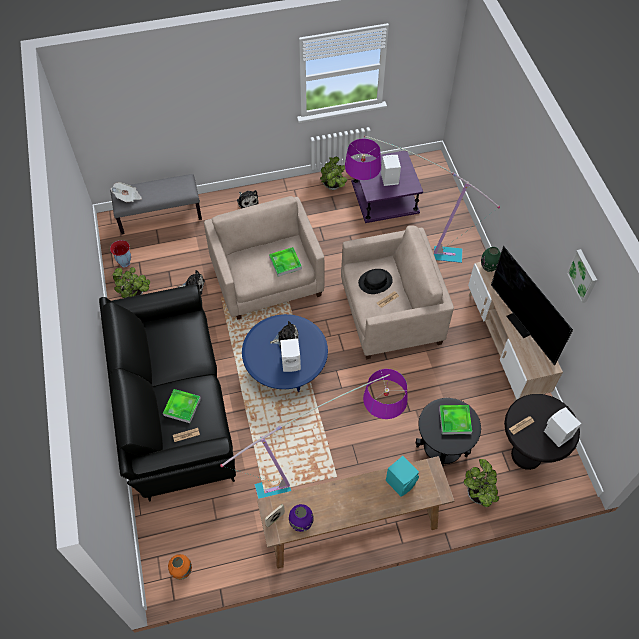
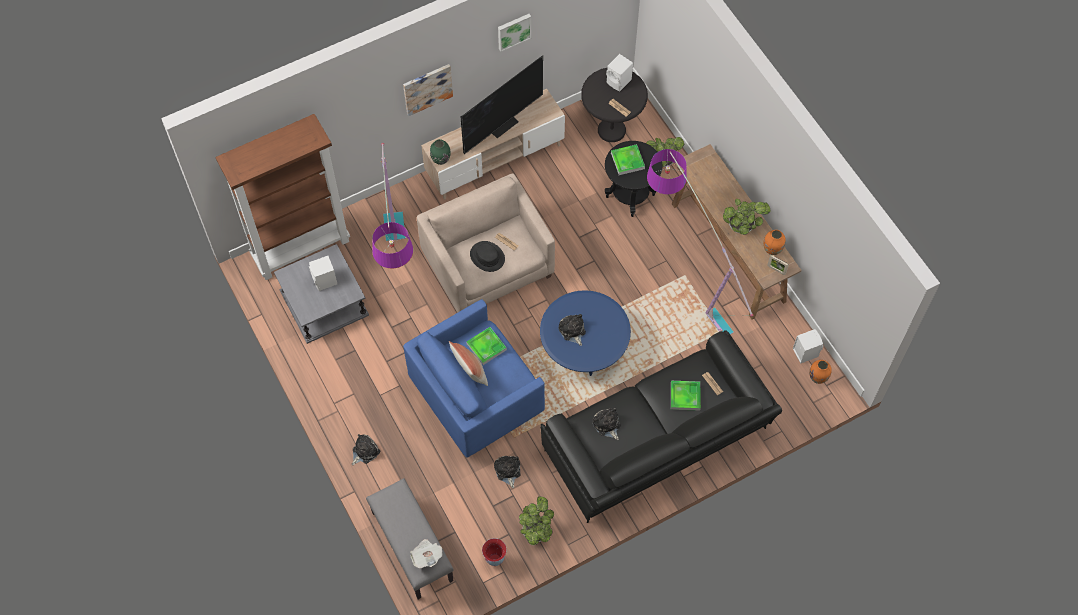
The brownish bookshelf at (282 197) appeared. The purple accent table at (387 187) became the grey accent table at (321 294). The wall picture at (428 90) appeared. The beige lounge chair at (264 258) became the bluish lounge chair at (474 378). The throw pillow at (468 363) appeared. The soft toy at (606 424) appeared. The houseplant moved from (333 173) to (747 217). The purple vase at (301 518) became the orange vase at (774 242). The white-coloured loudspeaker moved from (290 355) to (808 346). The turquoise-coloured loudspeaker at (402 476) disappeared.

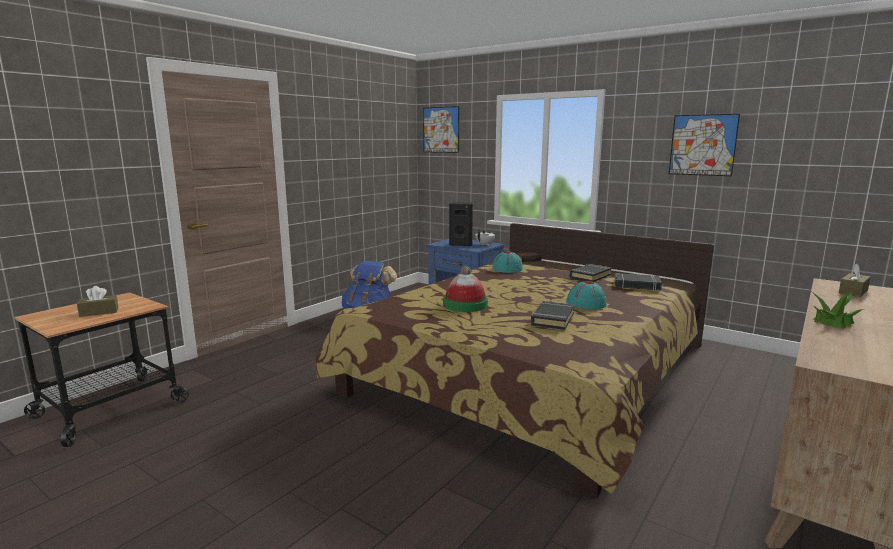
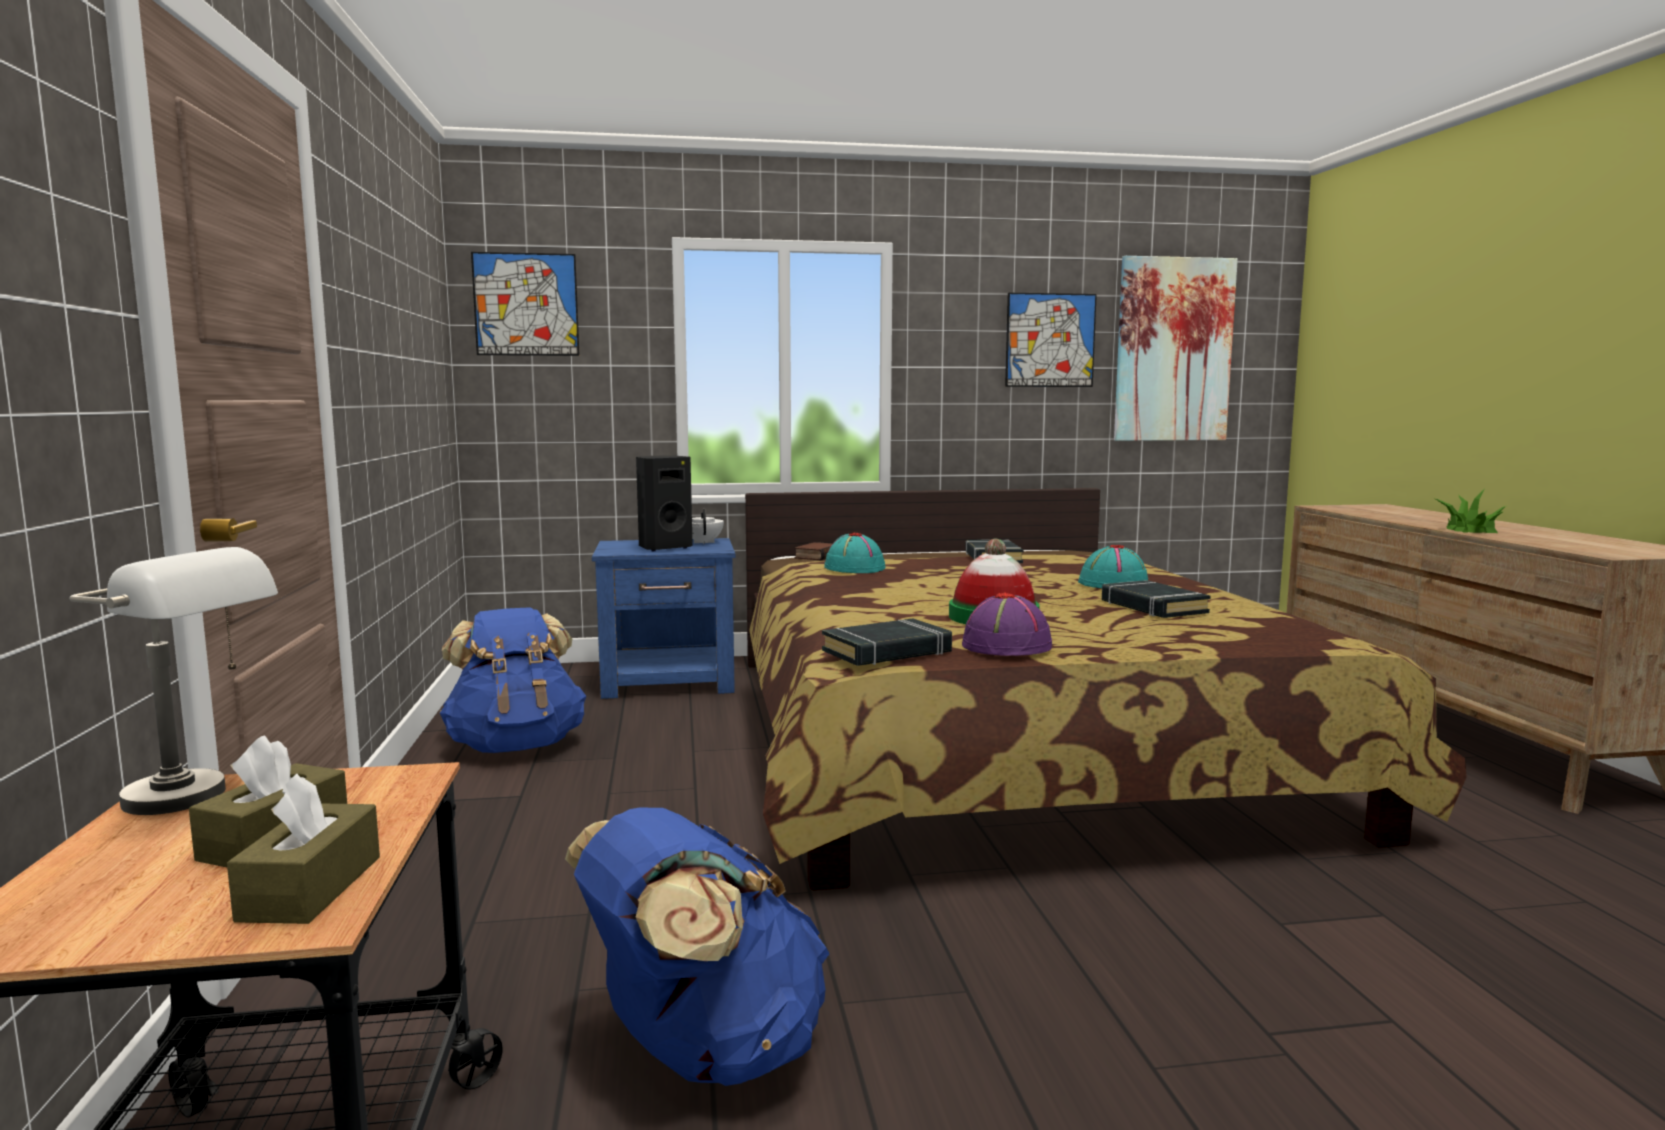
The grey tabletop lamp at (173 681) appeared. The brownish tissue box moved from (855 280) to (303 849). The bluish knapsack at (697 947) appeared. The black bound book moved from (638 281) to (887 642). The purple wearable hat at (1007 624) appeared. The wall picture at (1176 348) appeared.

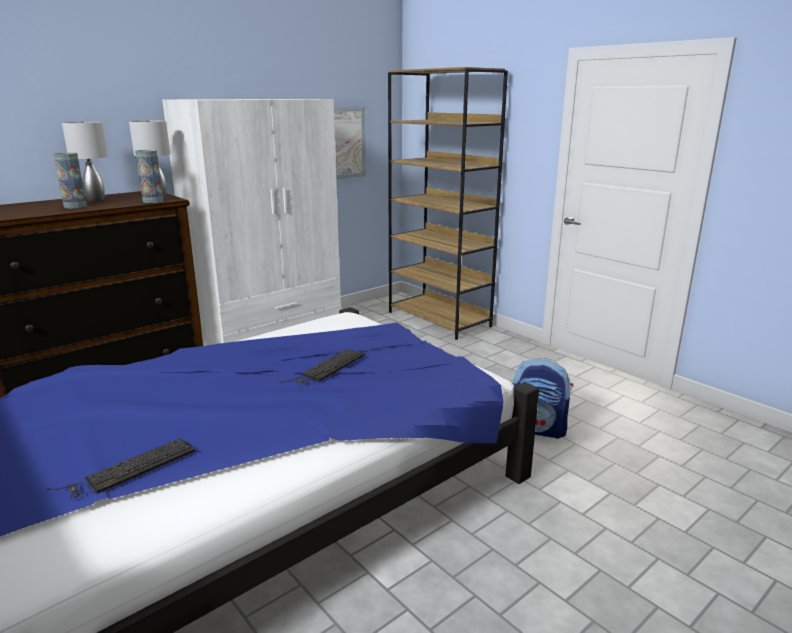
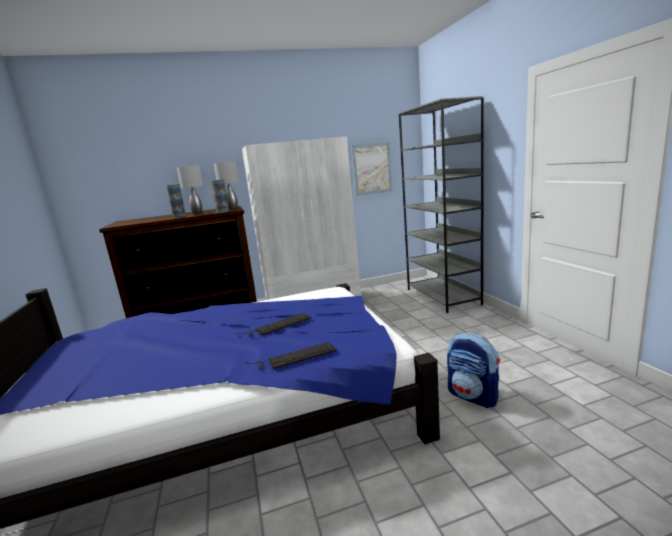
The keyboard moved from (119 468) to (291 356). The brownish bookshelf at (448 203) became the grey bookshelf at (441 204).

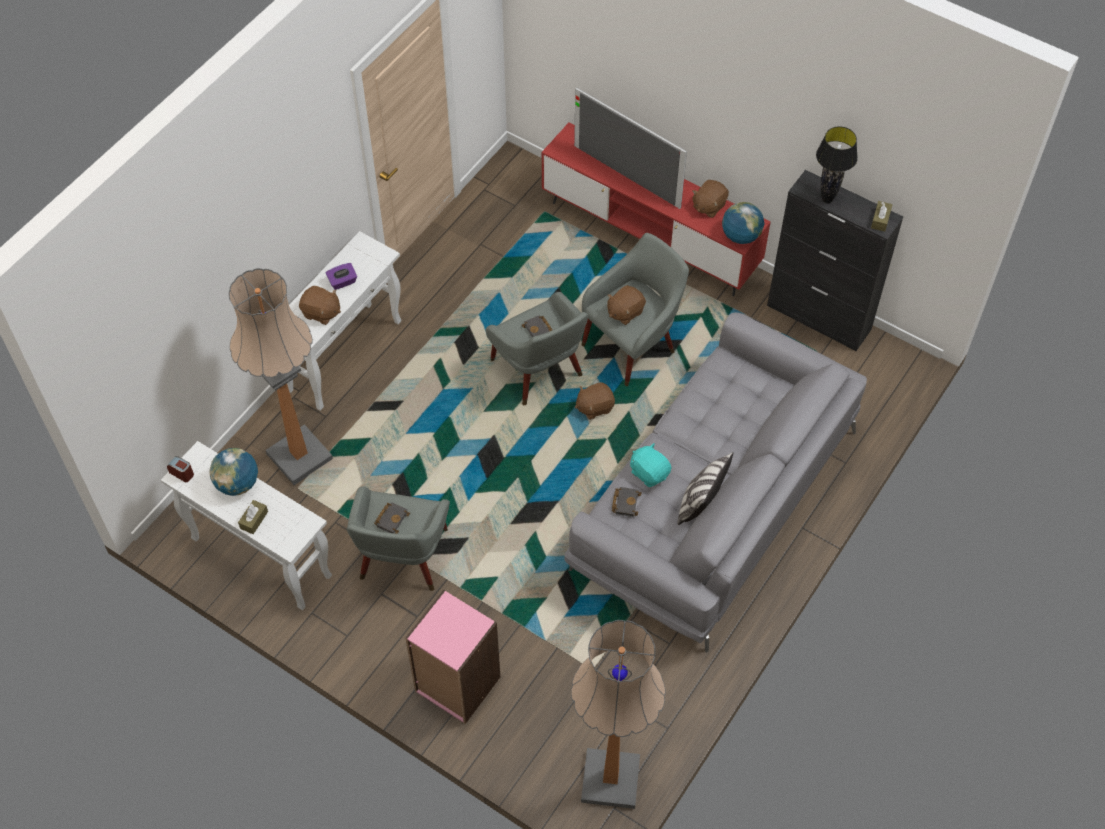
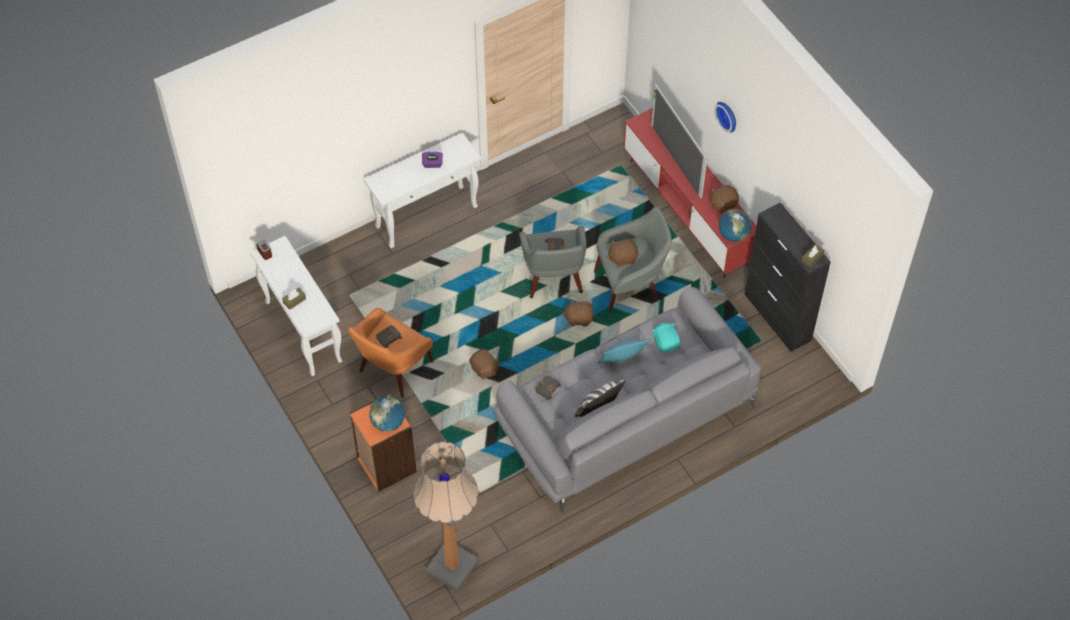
The grey lounge chair at (398 539) became the orange lounge chair at (390 353). The pink-coloured bookshelf at (452 657) became the orange bookshelf at (383 442). The world globe moved from (233 472) to (387 414). The brownish soft toy moved from (320 305) to (484 364). The turquoise-coloured throw pillow at (623 351) appeared. The turquoise-coloured soft toy moved from (651 465) to (666 337). The clock on the wall at (725 117) appeared. The standing lamp at (281 376) disappeared. The black tabletop lamp at (837 164) disappeared.

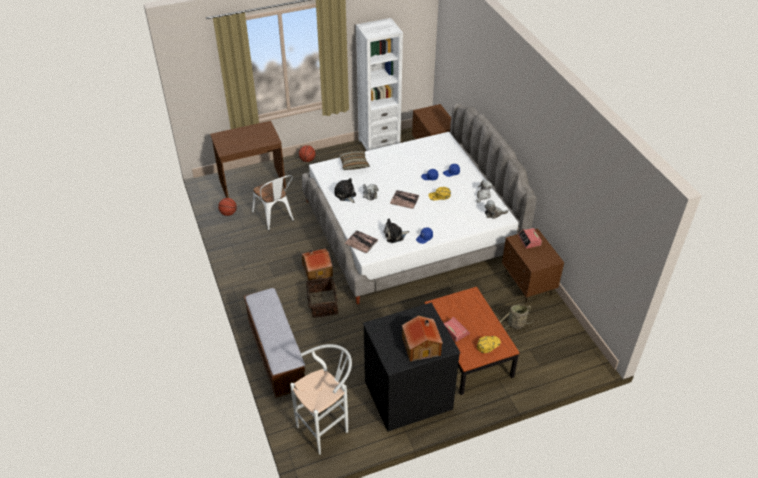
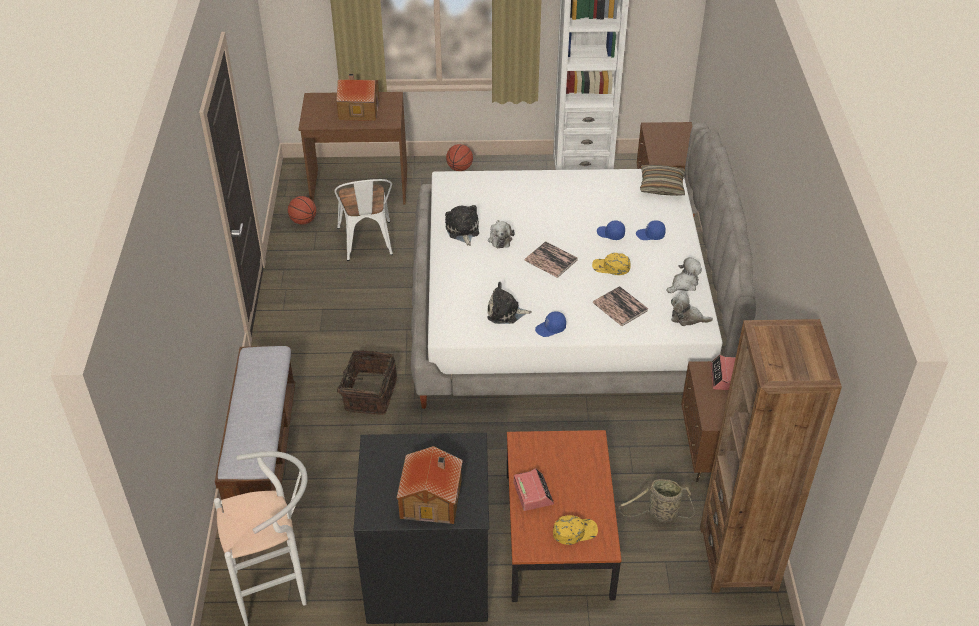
The toy house moved from (317 264) to (357 97). The bound book moved from (361 242) to (620 306). The throw pillow moved from (354 160) to (662 180). The brownish bookshelf at (771 456) appeared.

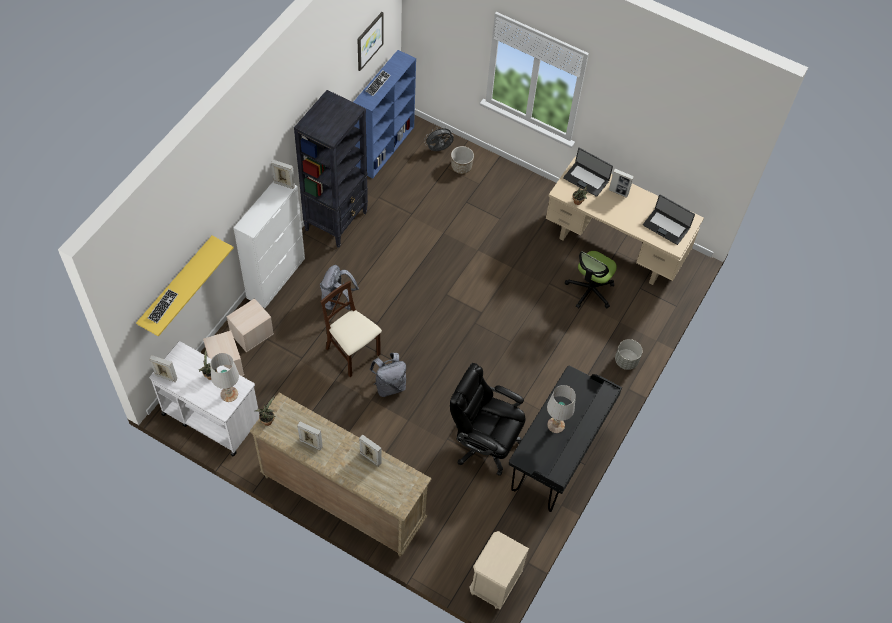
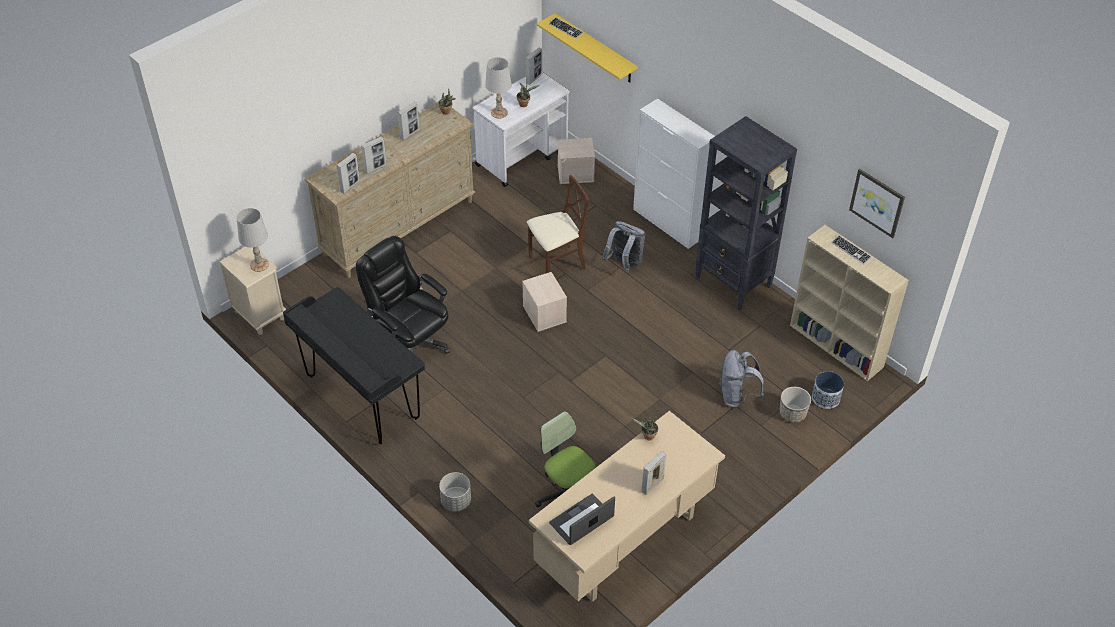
The white-coloured tabletop lamp moved from (561 409) to (253 240). The standing frame moved from (283 174) to (348 173). The black office chair at (488 419) turned 90 degrees counterclockwise. The beige storage container moved from (250 325) to (544 302). The grey knapsack moved from (387 375) to (741 379). The bluish bookshelf at (384 114) became the beige bookshelf at (849 303). The grey electric fan at (439 138) was replaced by the planter at (828 390). The notebook computer at (588 172) disappeared.

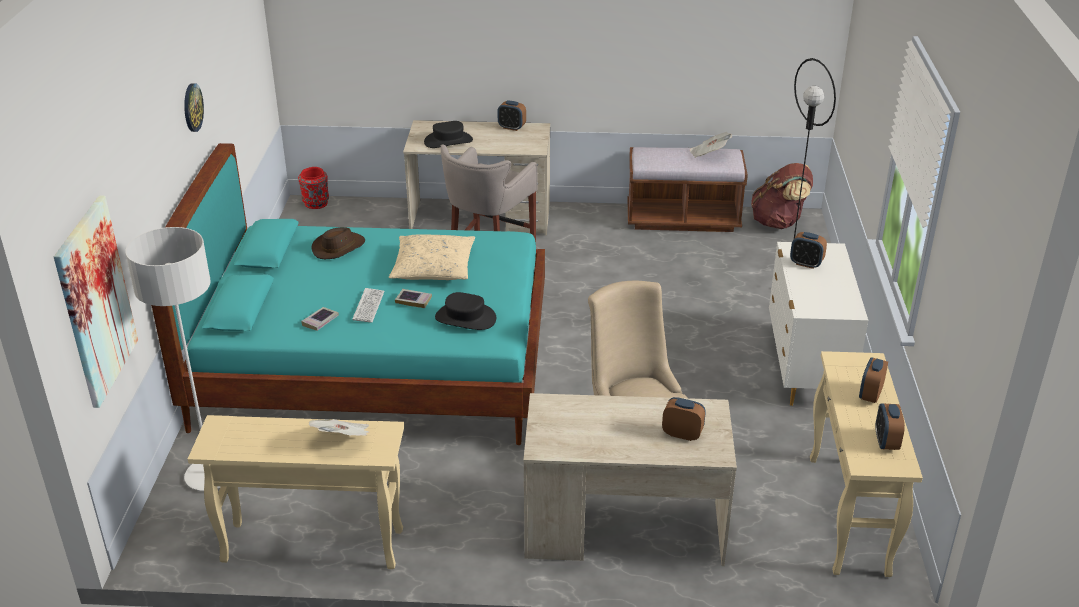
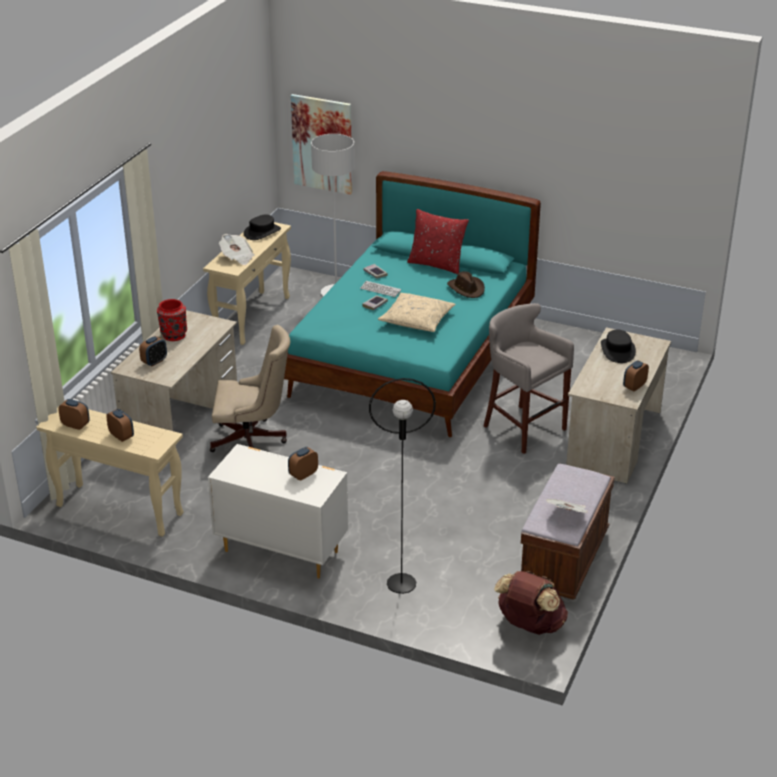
The red vase moved from (313 188) to (172 320). The black wearable hat moved from (465 311) to (262 227). The red throw pillow at (438 242) appeared. The clock on the wall at (194 107) disappeared.

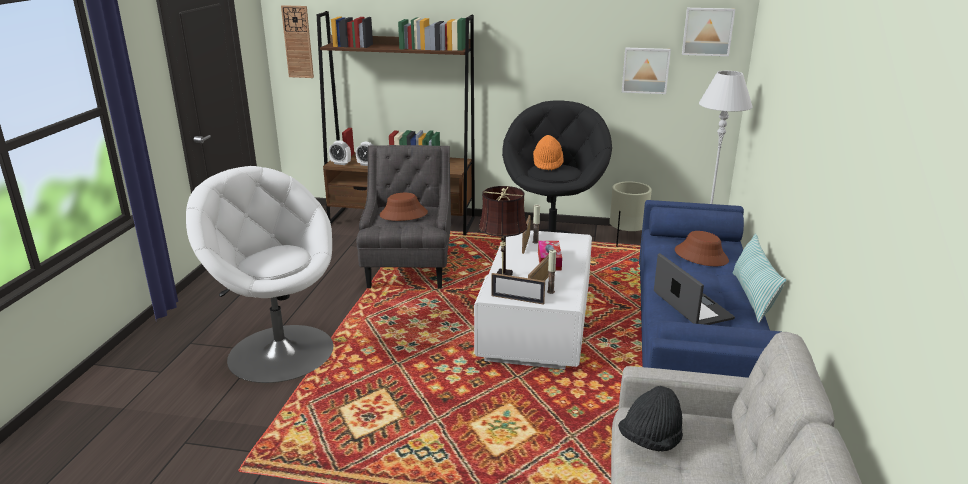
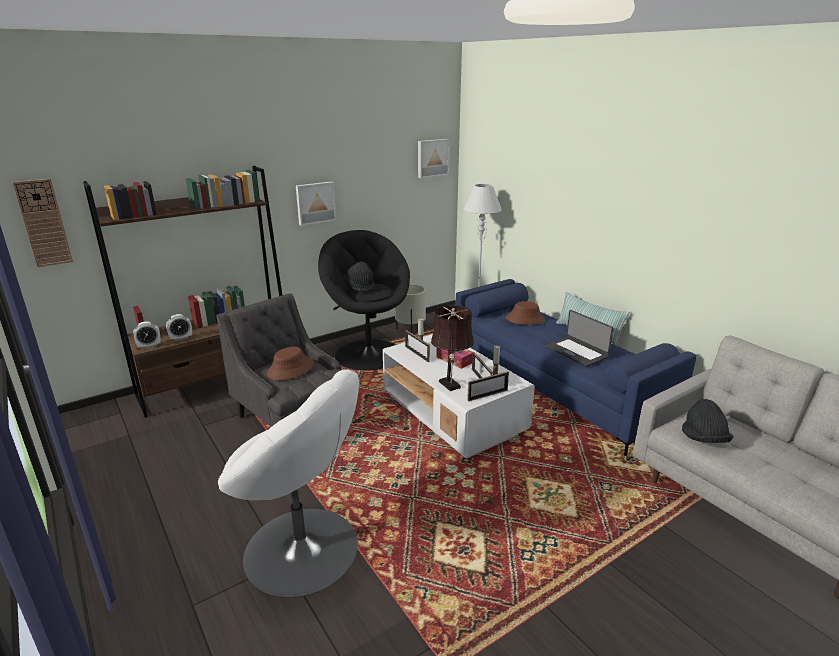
The white-coloured lounge chair at (259 274) turned 150 degrees counterclockwise. The wall picture moved from (646 70) to (316 203). The orange wearable hat at (548 152) became the black wearable hat at (359 277). The notebook computer at (694 289) turned 150 degrees counterclockwise.

